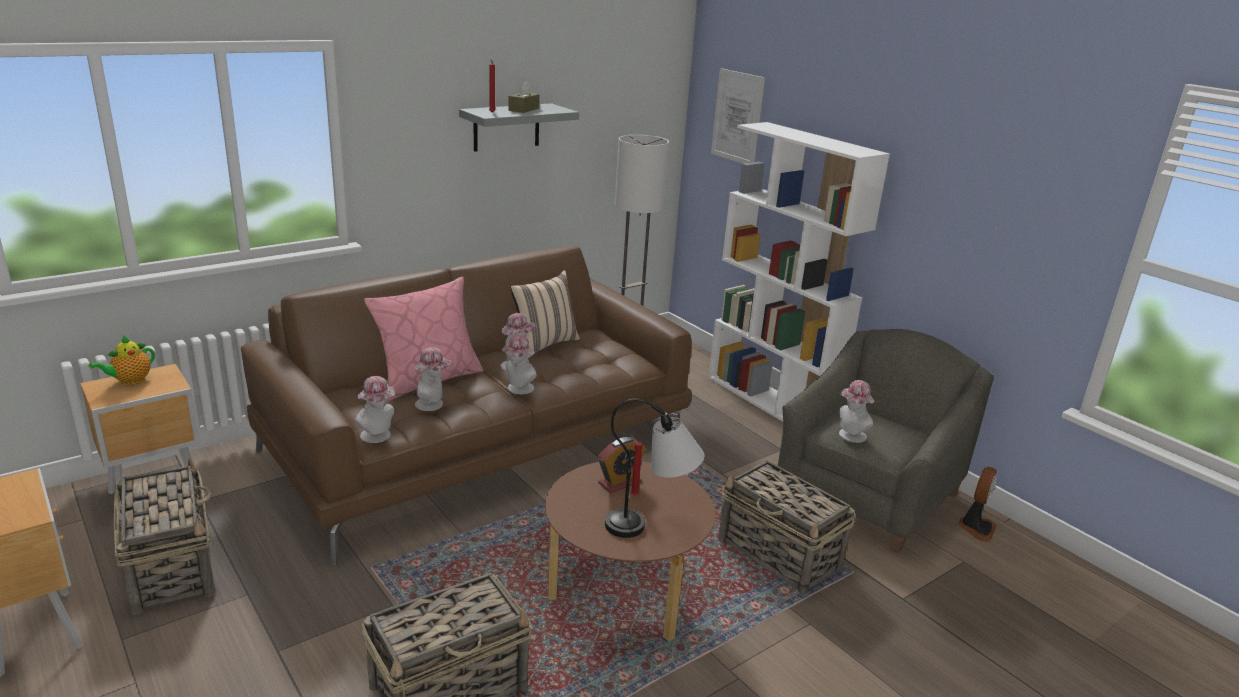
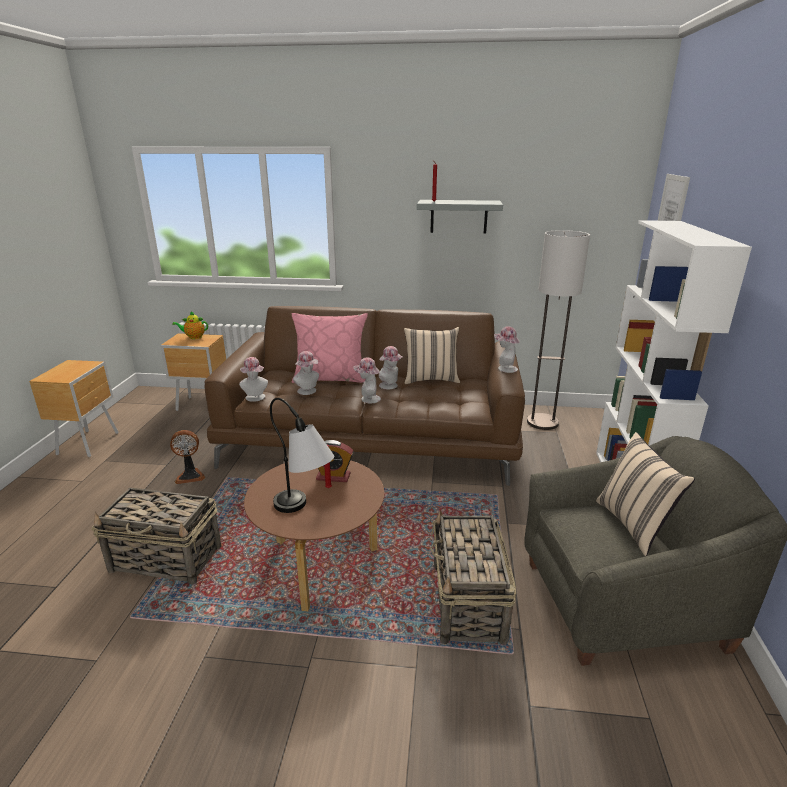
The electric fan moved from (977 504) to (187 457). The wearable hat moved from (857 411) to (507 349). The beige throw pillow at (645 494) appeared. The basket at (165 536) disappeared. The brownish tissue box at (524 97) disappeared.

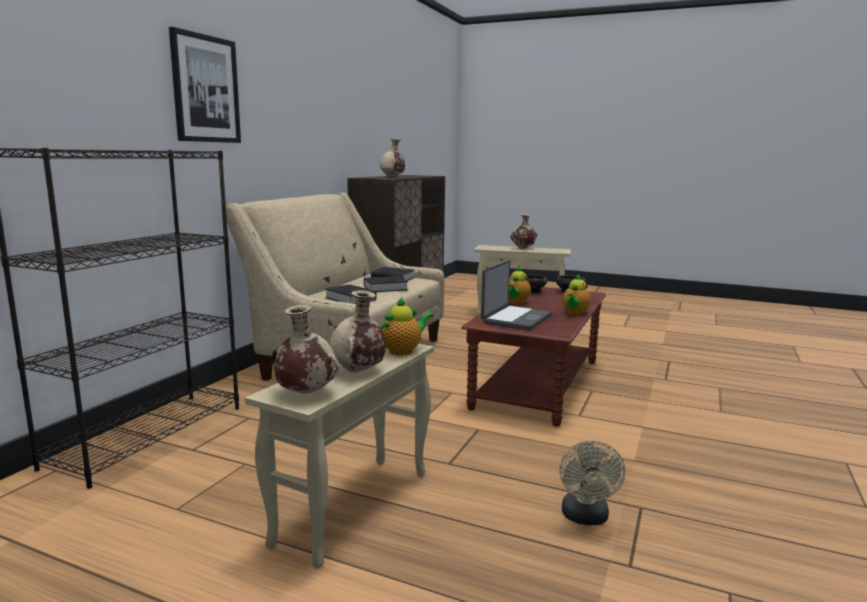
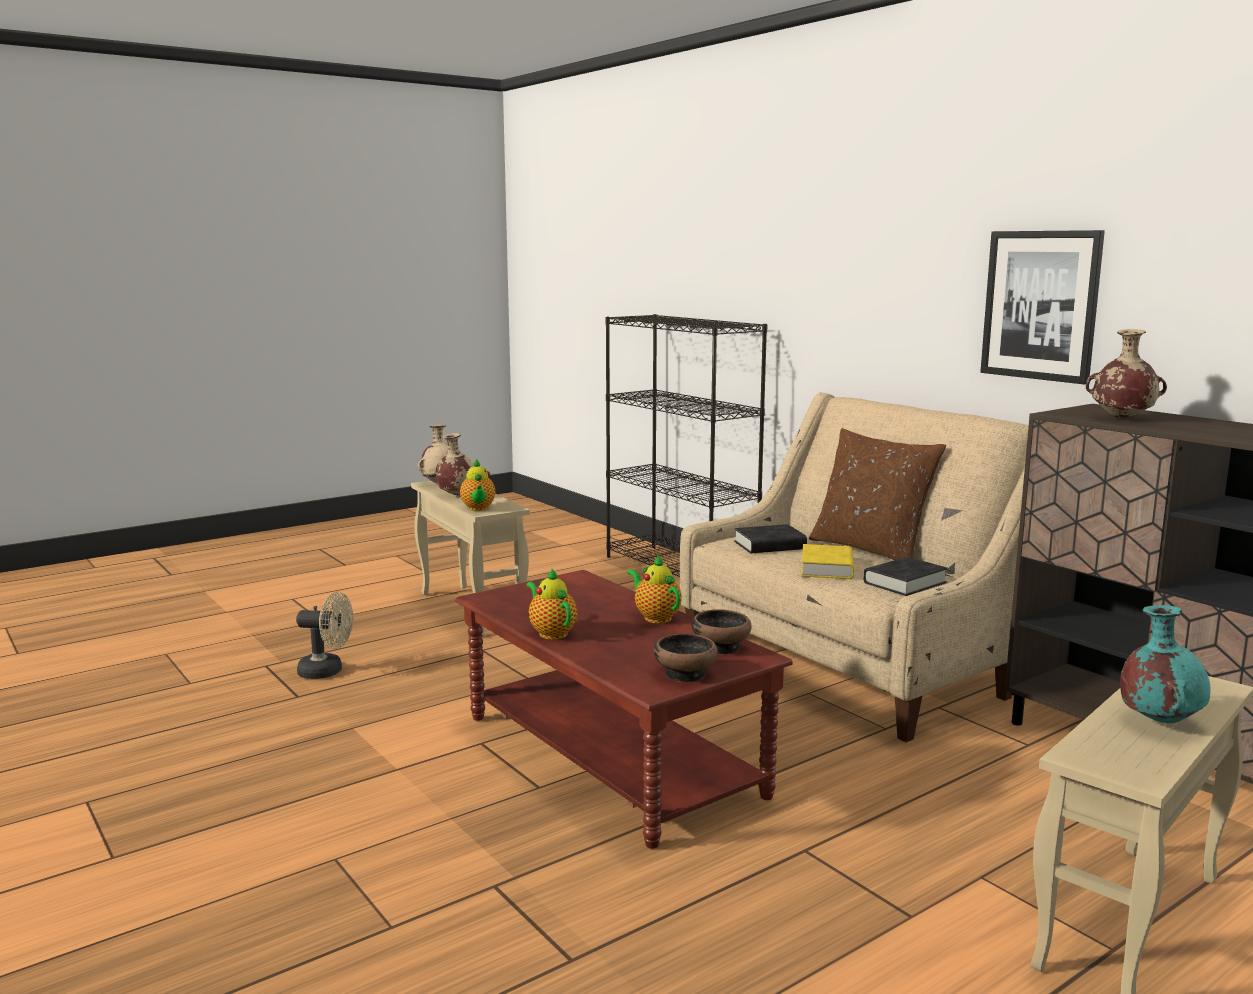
The beige electric fan at (592 483) turned 150 degrees clockwise. The black bound book at (386 284) became the yellow bound book at (827 561). The brownish throw pillow at (877 494) appeared. The wall picture moved from (205 85) to (1042 307). The beige vase at (523 231) became the turquoise-coloured vase at (1165 664). The notebook computer at (516 295) disappeared.

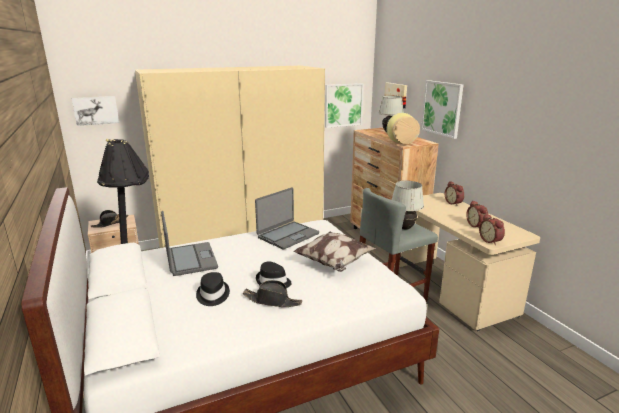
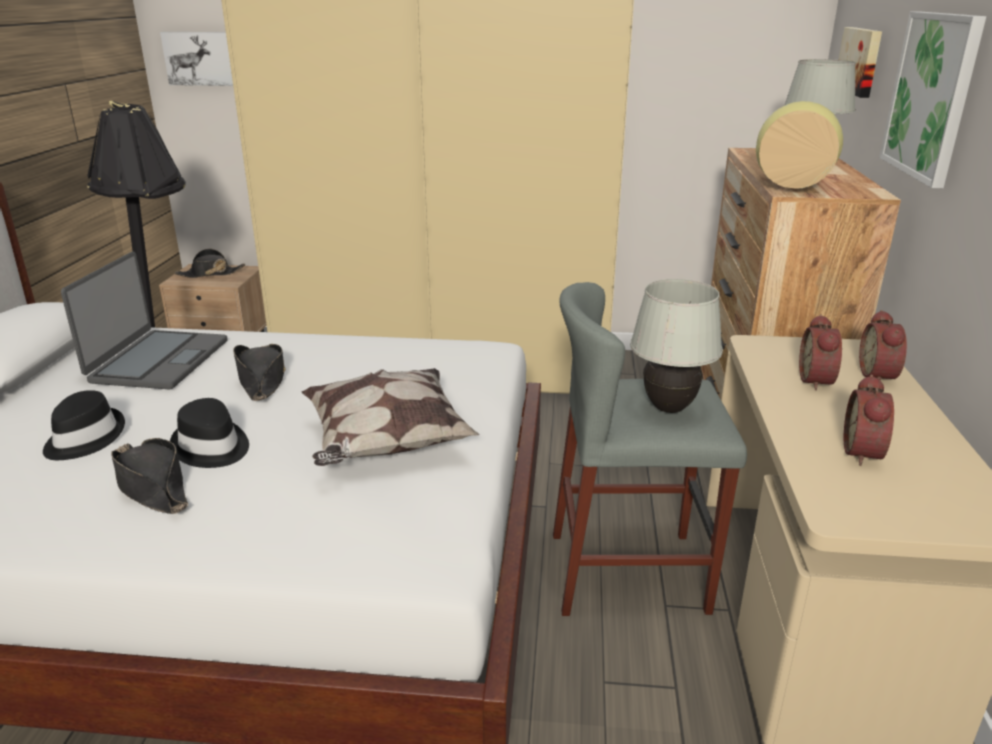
The black wearable hat at (259 372) appeared. The alarm clock moved from (492 229) to (820 352). The notebook computer at (287 218) disappeared. The wall picture at (344 105) disappeared.

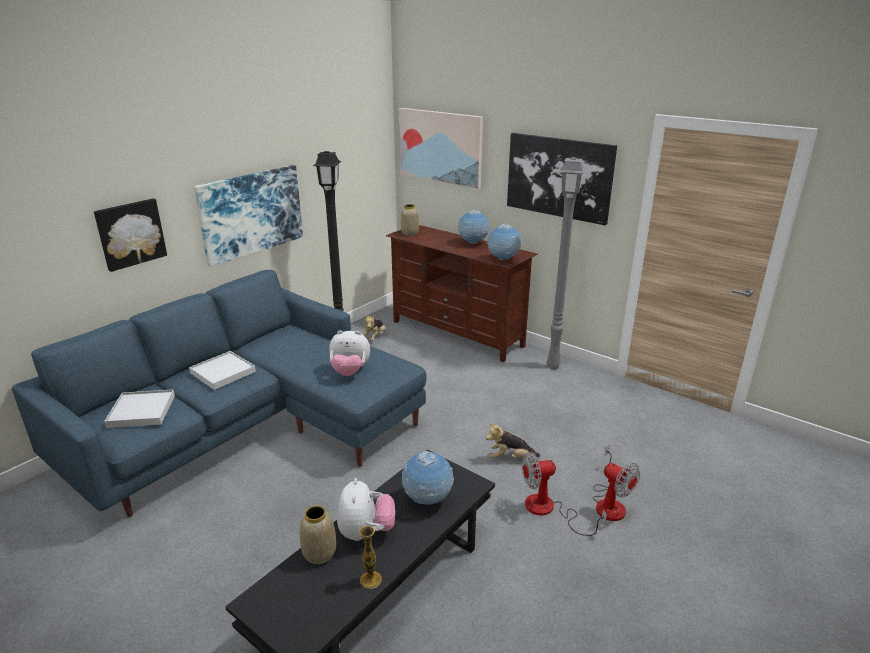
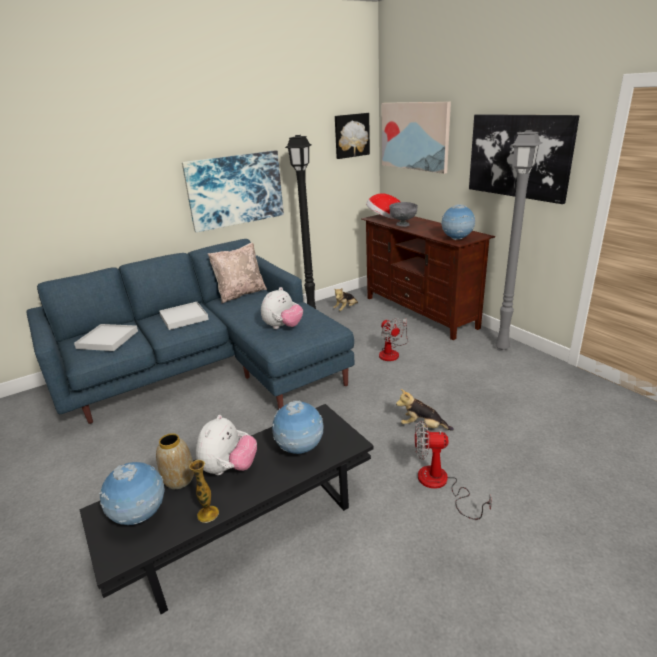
The world globe moved from (474 227) to (132 493). The beige throw pillow at (237 273) appeared. The soft toy at (349 353) turned 75 degrees counterclockwise. The wall picture moved from (130 235) to (352 136). The vase at (410 220) was replaced by the wearable hat at (383 206). The electric fan moved from (616 483) to (393 339). The grey serving bowl at (403 214) appeared.

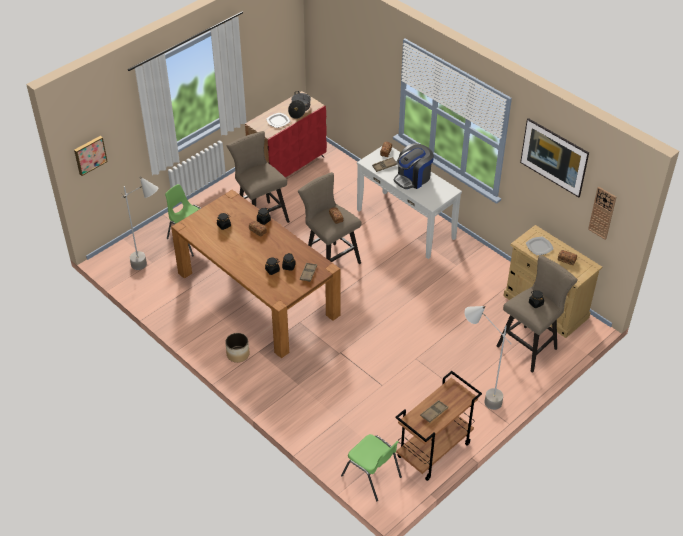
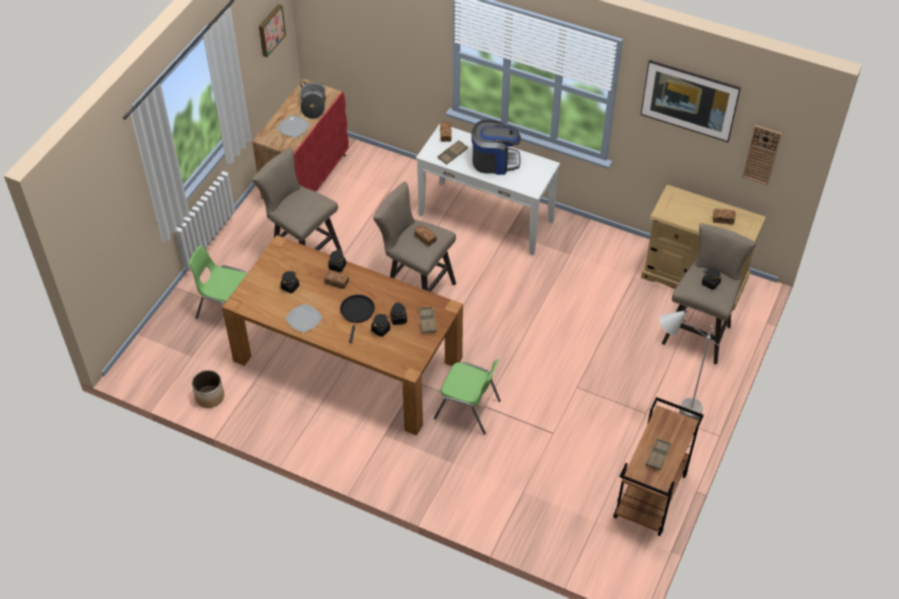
The planter moved from (237 348) to (208 389). The wall picture moved from (91 156) to (272 30). The dinner plate moved from (539 246) to (304 318). The black pan at (357 319) appeared. The greenish chair moved from (371 467) to (467 397). The coffee brewer at (414 166) turned 120 degrees counterclockwise. The grey standing lamp at (139 223) disappeared.

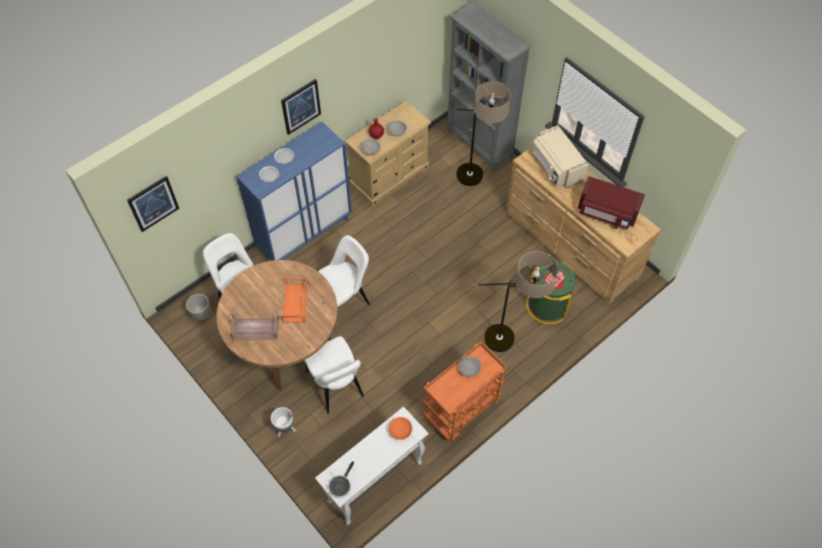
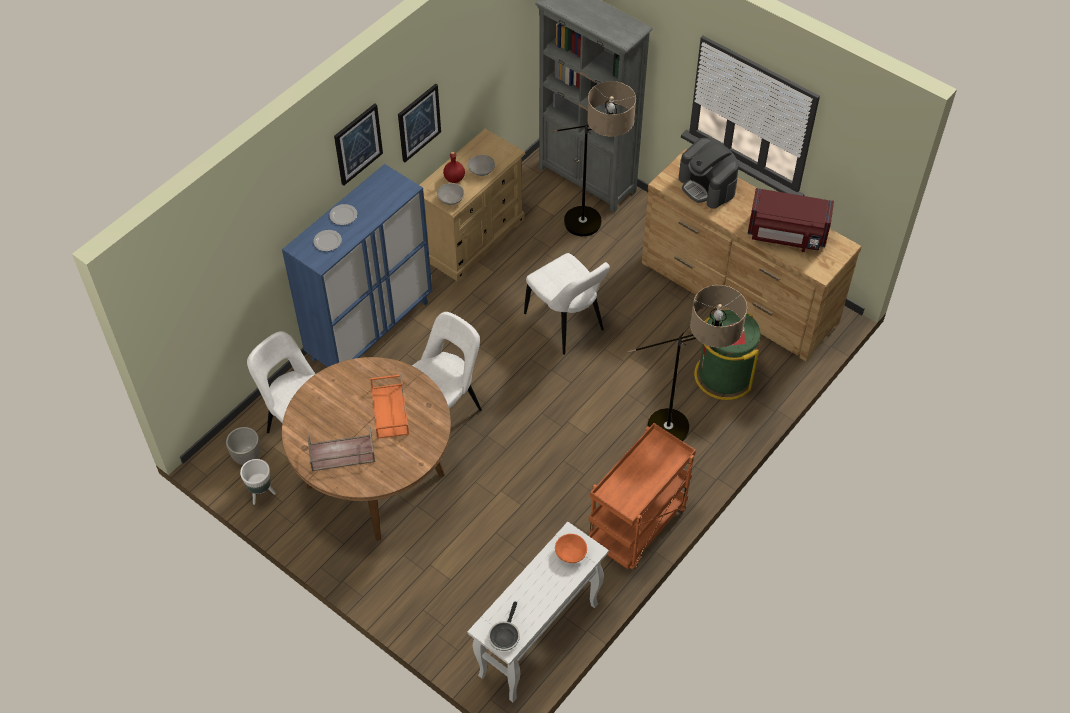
The white-coloured planter moved from (283 422) to (258 482). The wall picture moved from (153 204) to (419 123). The white-coloured chair moved from (334 374) to (567 304). The beige kitchen microwave at (560 156) was replaced by the coffee brewer at (709 173). The grey serving bowl at (469 366) disappeared.

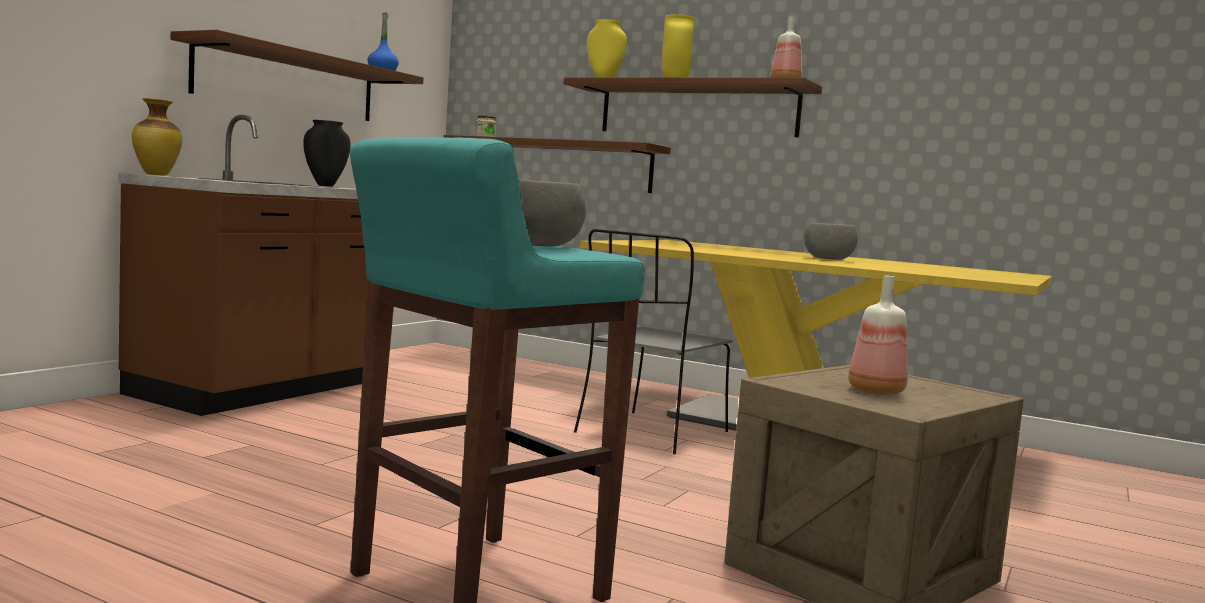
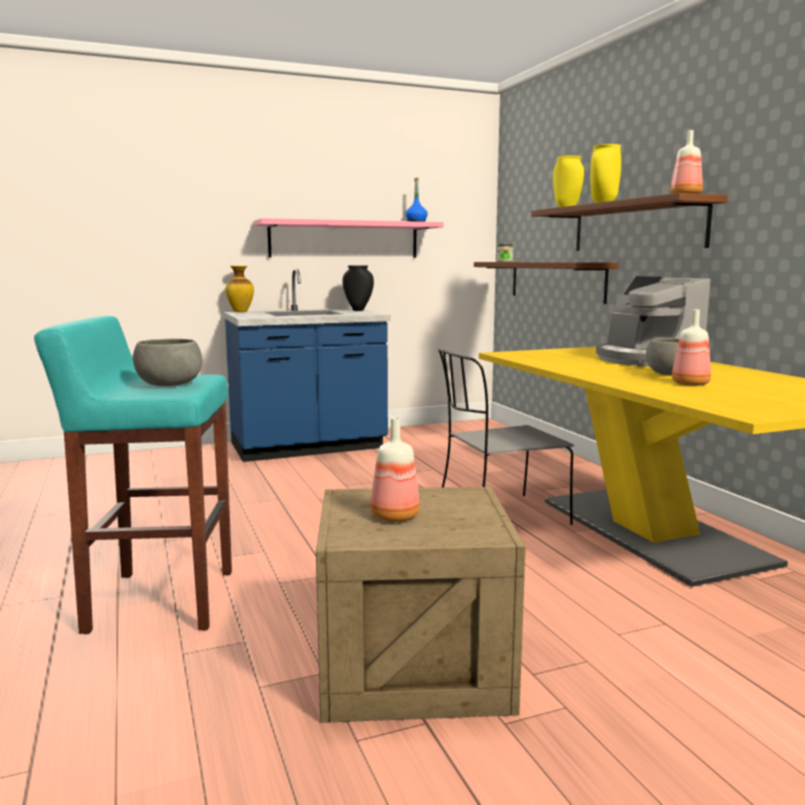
The brownish counter at (243 265) became the bluish counter at (307 365). The brownish wall shelf at (297 75) became the pink-coloured wall shelf at (349 238). The coffee brewer at (653 321) appeared. The drink bottle at (691 347) appeared.

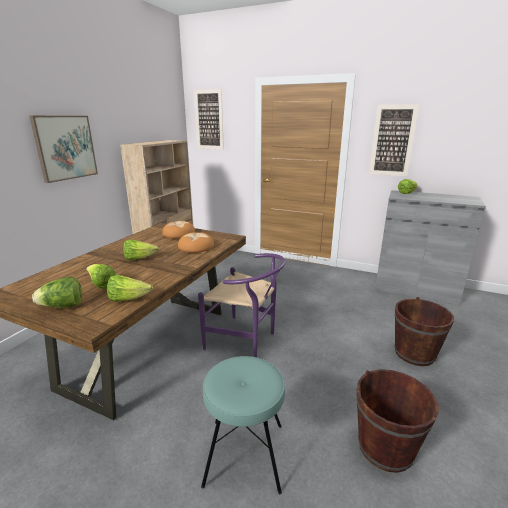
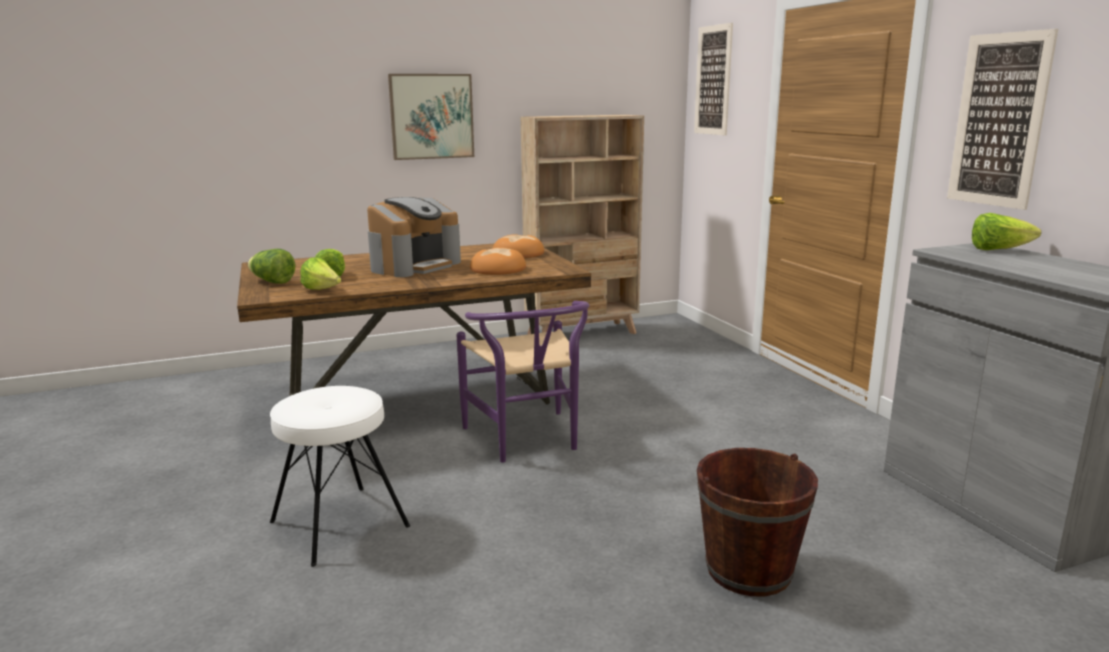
The turquoise-coloured stool seat at (243 425) became the white-coloured stool seat at (340 476). The head of lettuce at (141 249) was replaced by the coffee brewer at (414 237). The brownish pail at (397 421) disappeared.

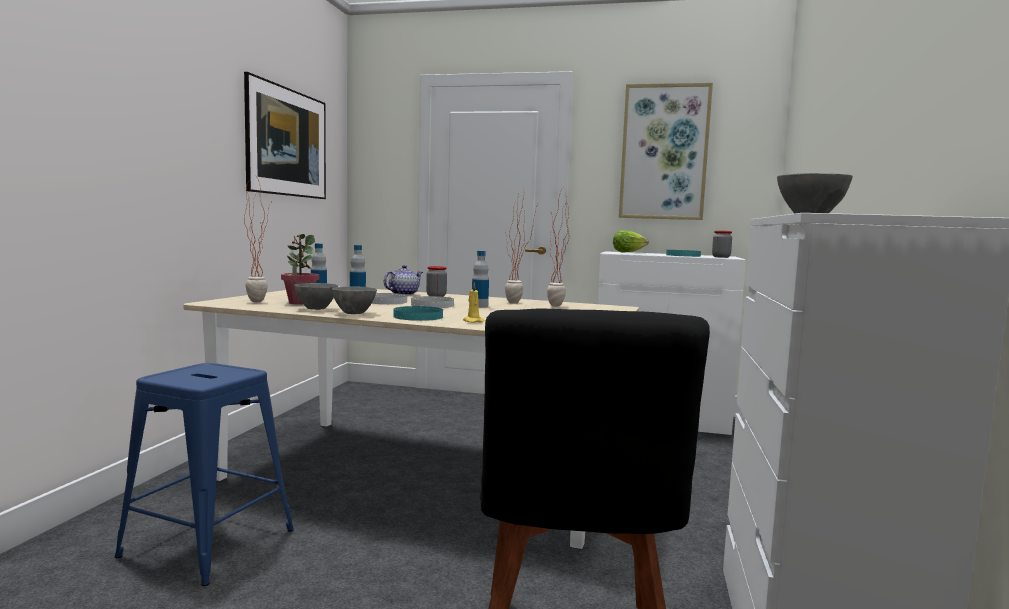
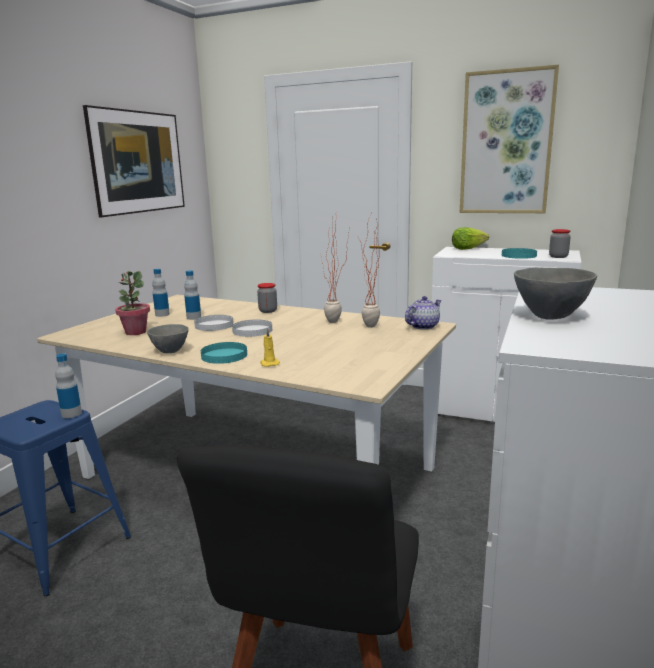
The drink bottle moved from (480 279) to (68 386). The teapot moved from (403 280) to (423 313). The houseplant at (258 238) disappeared. The grey serving bowl at (316 296) disappeared.

